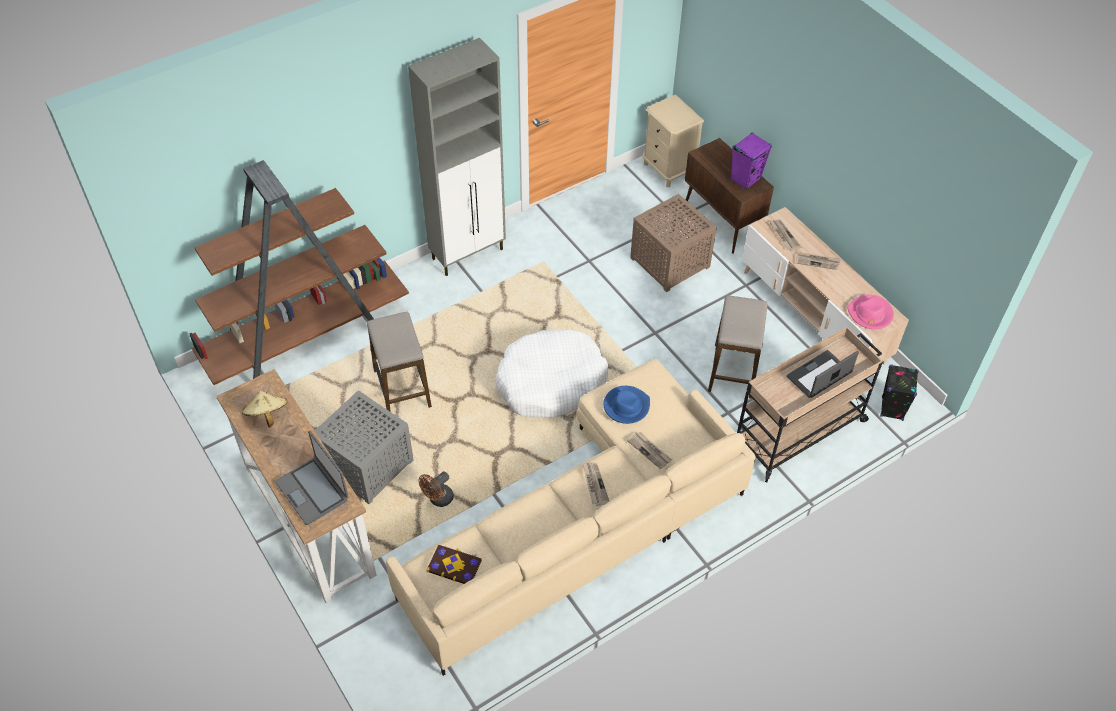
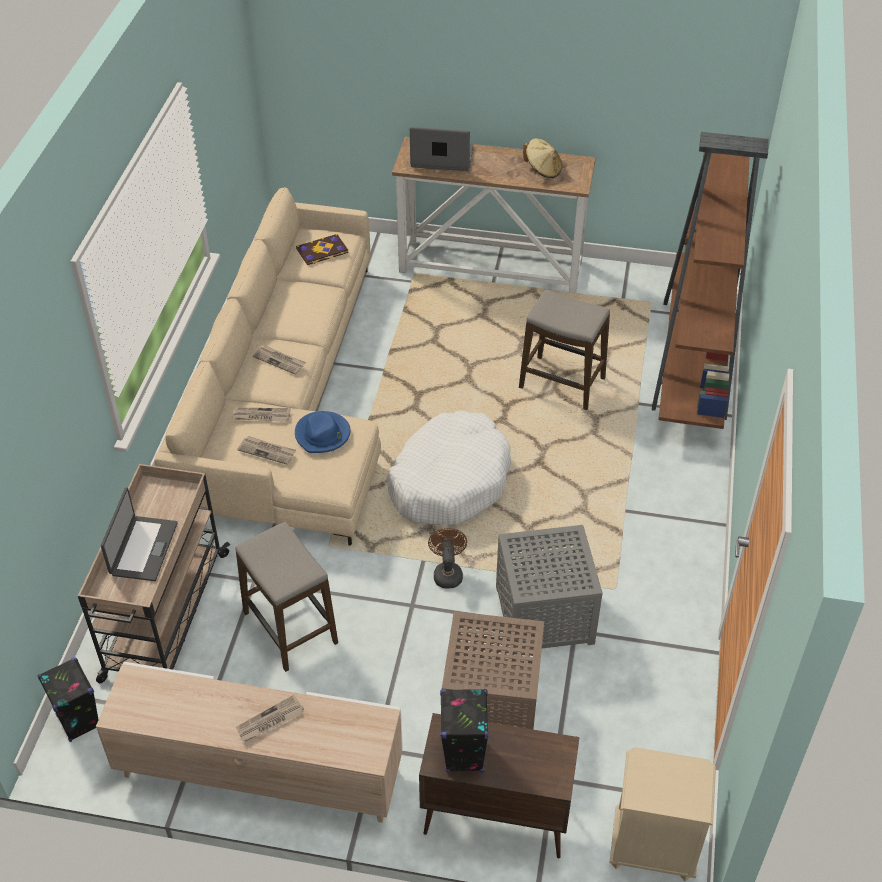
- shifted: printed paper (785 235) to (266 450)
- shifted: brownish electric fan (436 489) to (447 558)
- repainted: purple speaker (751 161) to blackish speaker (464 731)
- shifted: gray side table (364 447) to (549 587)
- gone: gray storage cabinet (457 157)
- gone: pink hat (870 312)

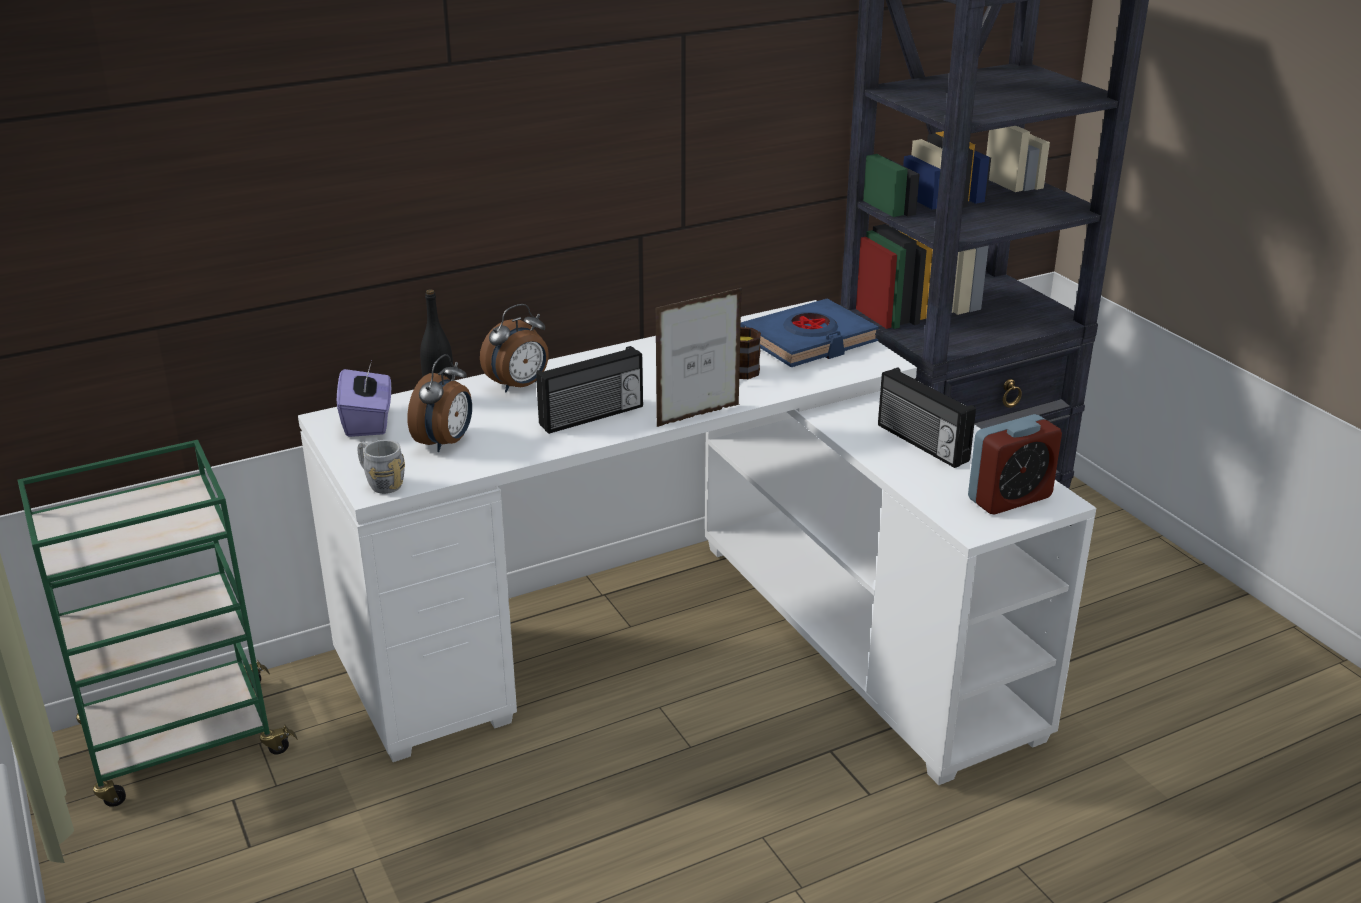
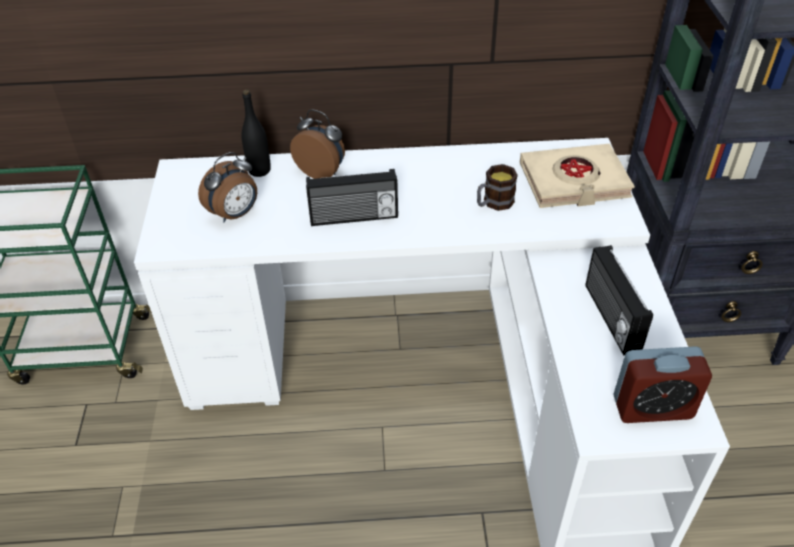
- rotated: table clock (514 348) = (317 144) 135 degrees counterclockwise
- repainted: bluish book (810 333) to beige book (577 176)
- gone: purple box of tissues (364 399)
- gone: gray coffee mug (381 467)
- gone: picture frame (699 357)

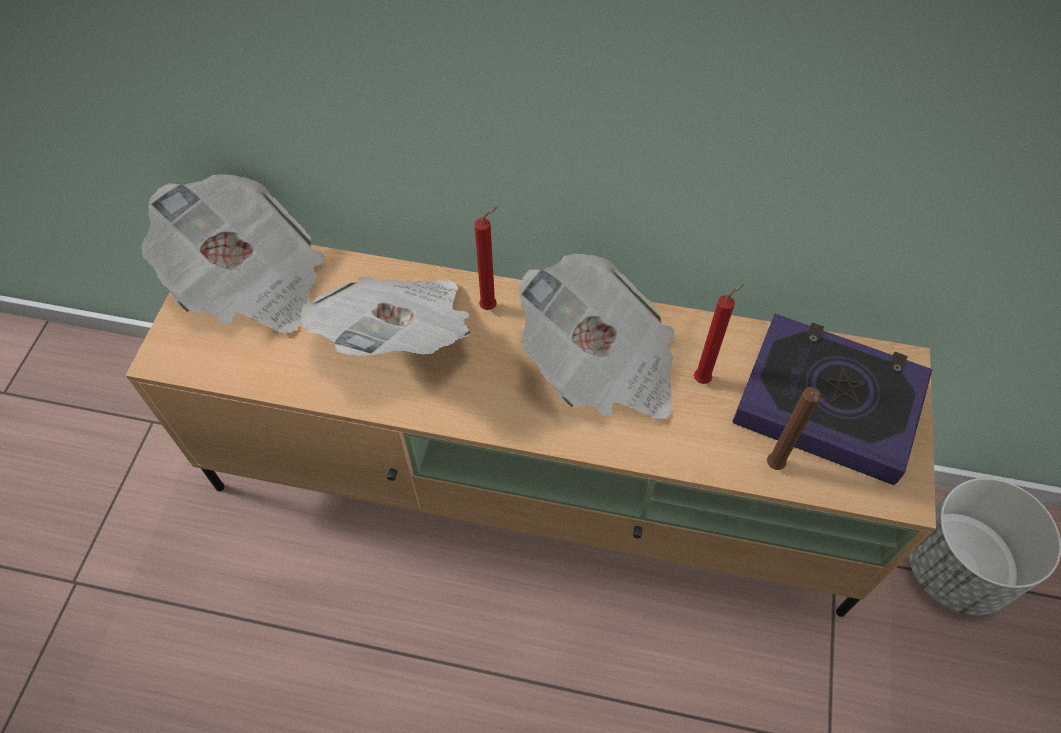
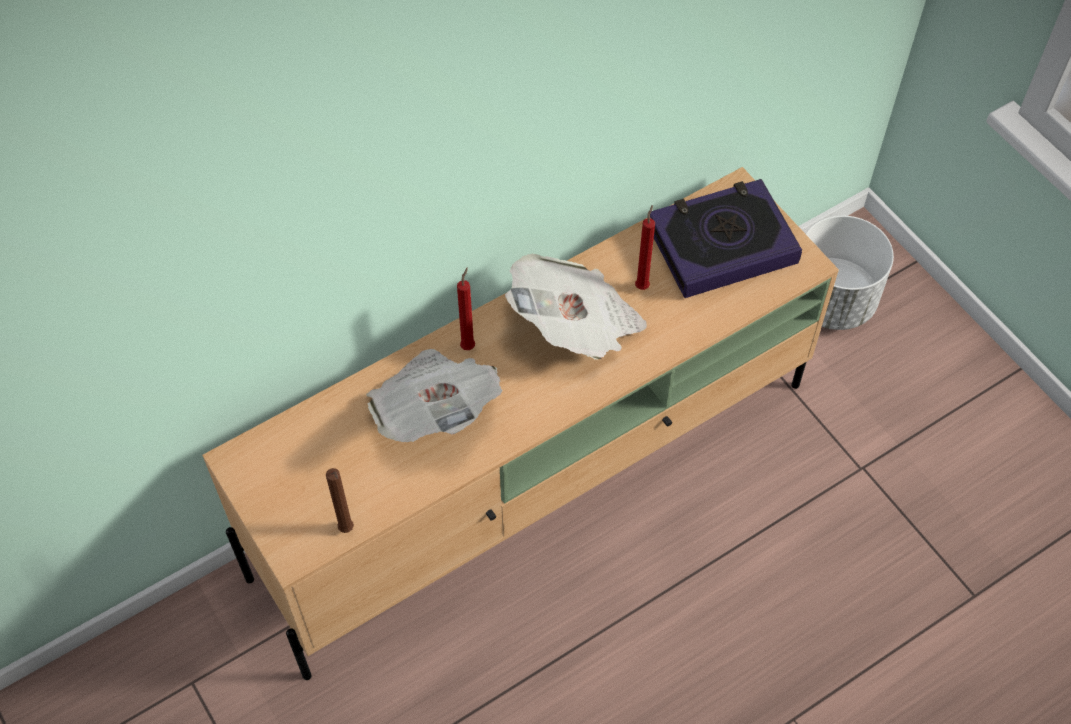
- shifted: brownish wax candle (794 428) to (340 500)
- gone: printed paper (232 253)

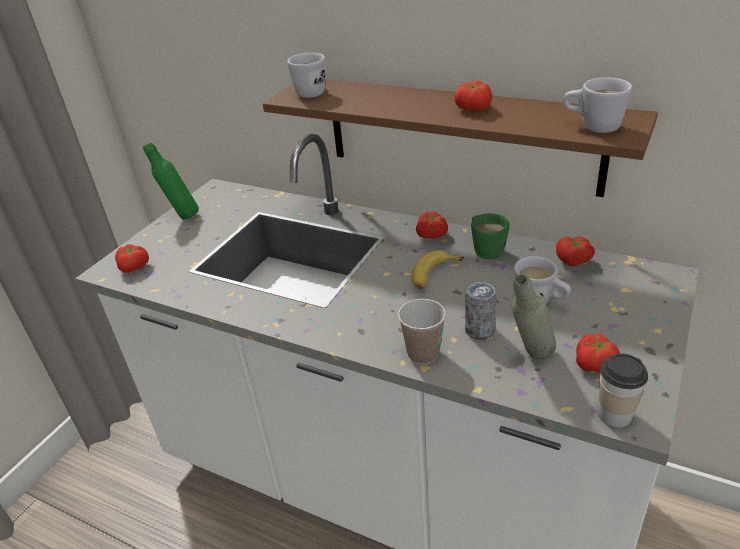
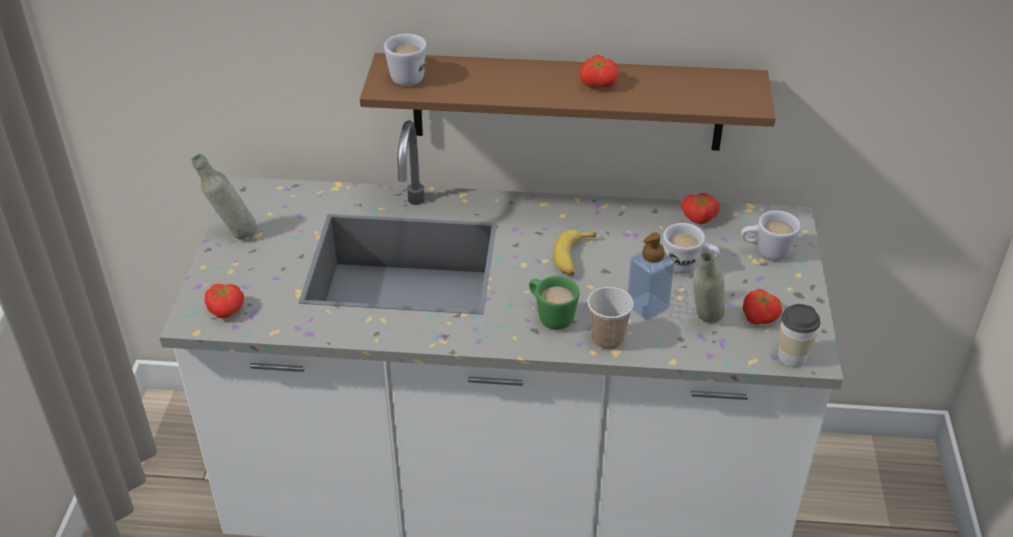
- repainted: green bottle (171 181) to gray bottle (224 196)
- shifted: green coffee mug (490 236) to (554 303)
- swapped: sealed can (481 311) to soap dispenser (651 276)
- shifted: white coffee mug (597 105) to (770 235)
- gone: whole tomato (432 224)

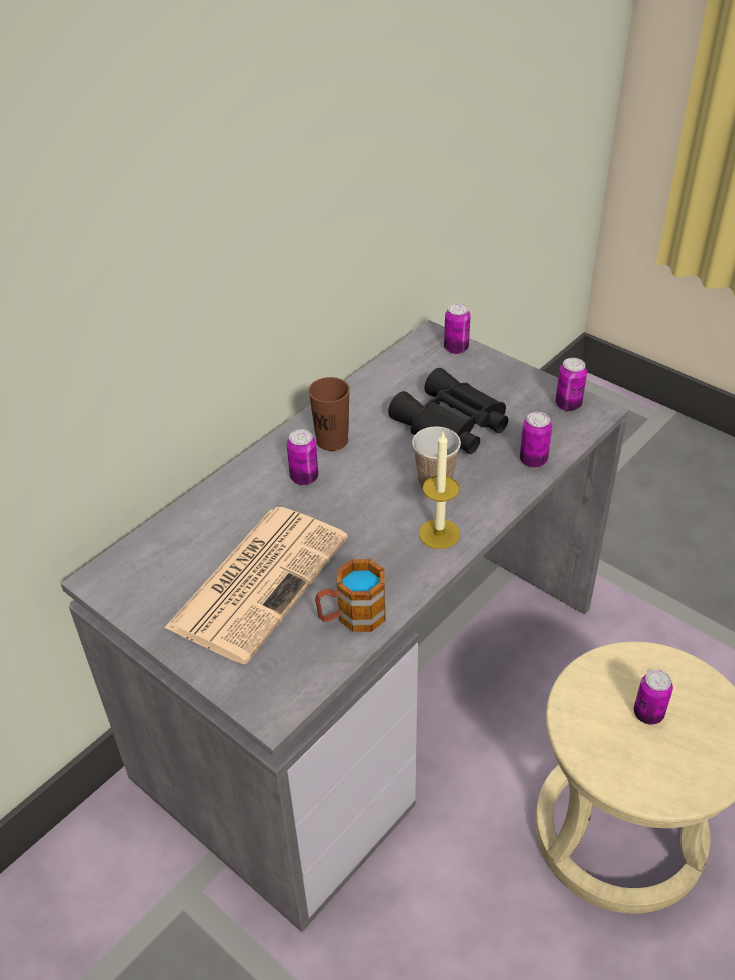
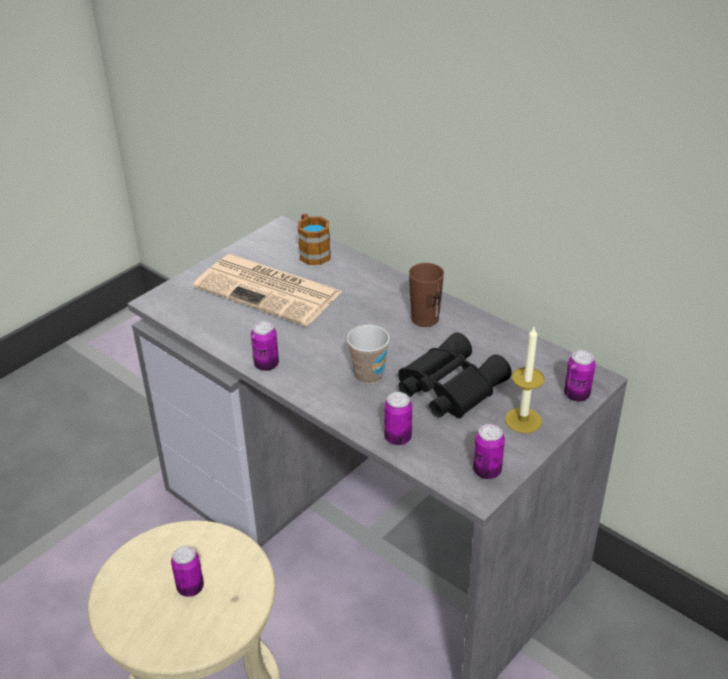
- shifted: sealed can (302 457) to (265 346)
- shifted: coffee mug (350 595) to (314 239)
- shifted: wax candle (439 491) to (525 380)

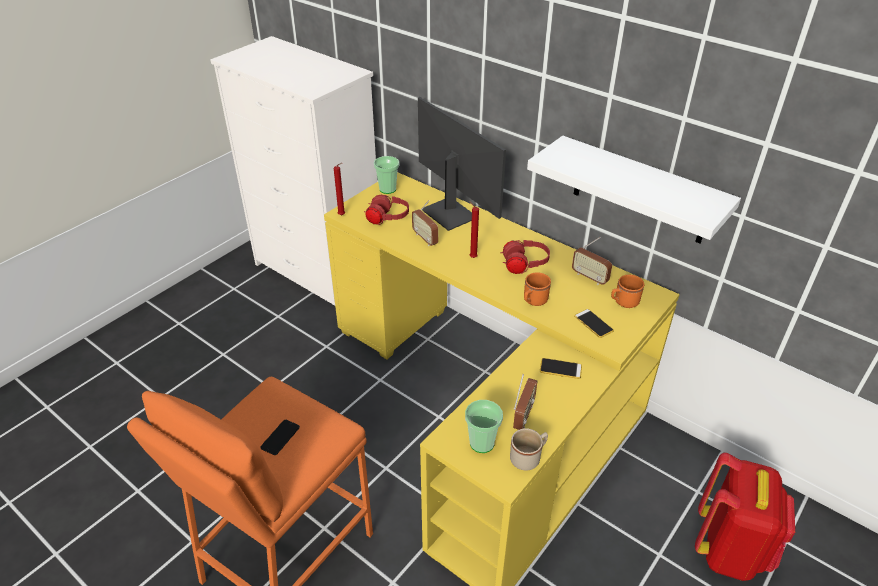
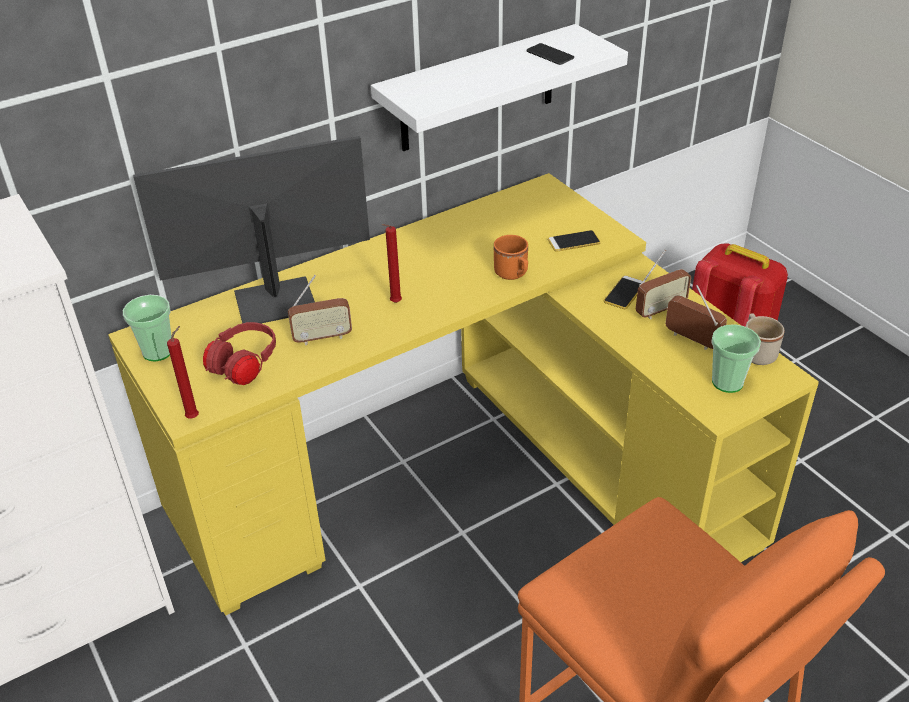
- shifted: handset (280 437) to (550 54)
- shifted: radio (592 261) to (663 284)
- gone: red headset (525 257)
- gone: orange-coloured coffee mug (627 291)

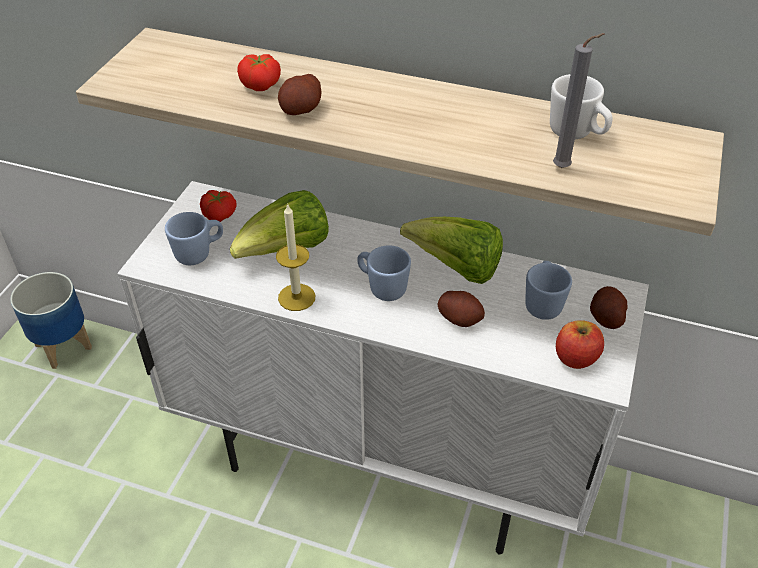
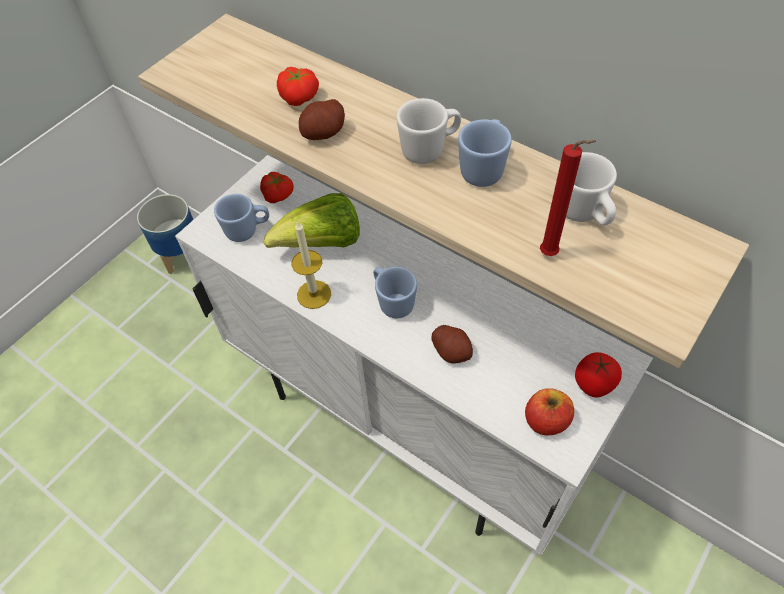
- new: white coffee mug (429 131)
- shifted: bluish coffee mug (548 290) to (485 153)
- repainted: gray wax candle (579 100) to red wax candle (568 198)
- swapped: spud (609 307) to whole tomato (598 374)
- gone: lettuce head (451 250)

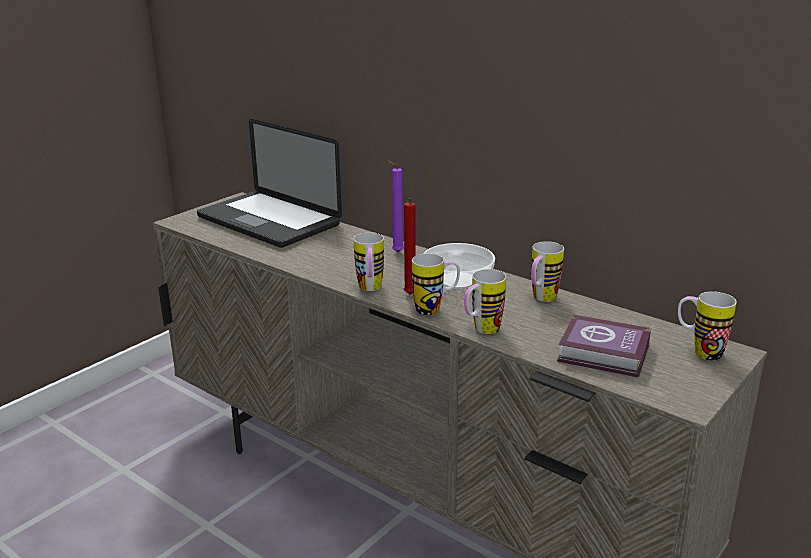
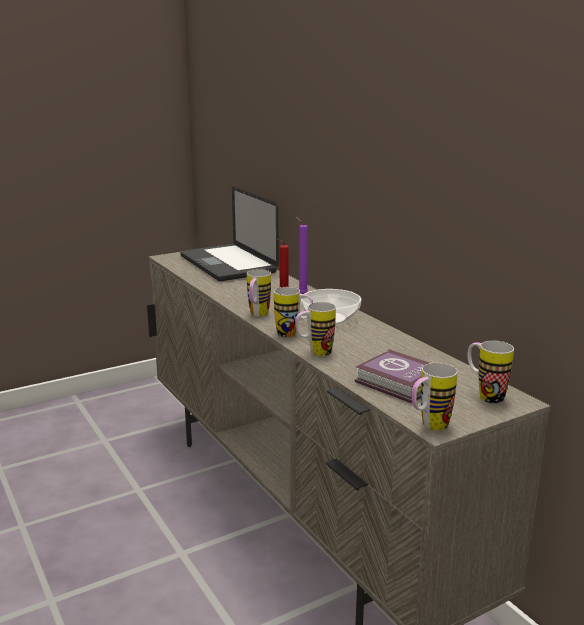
- shifted: coffee mug (547 271) to (435 396)

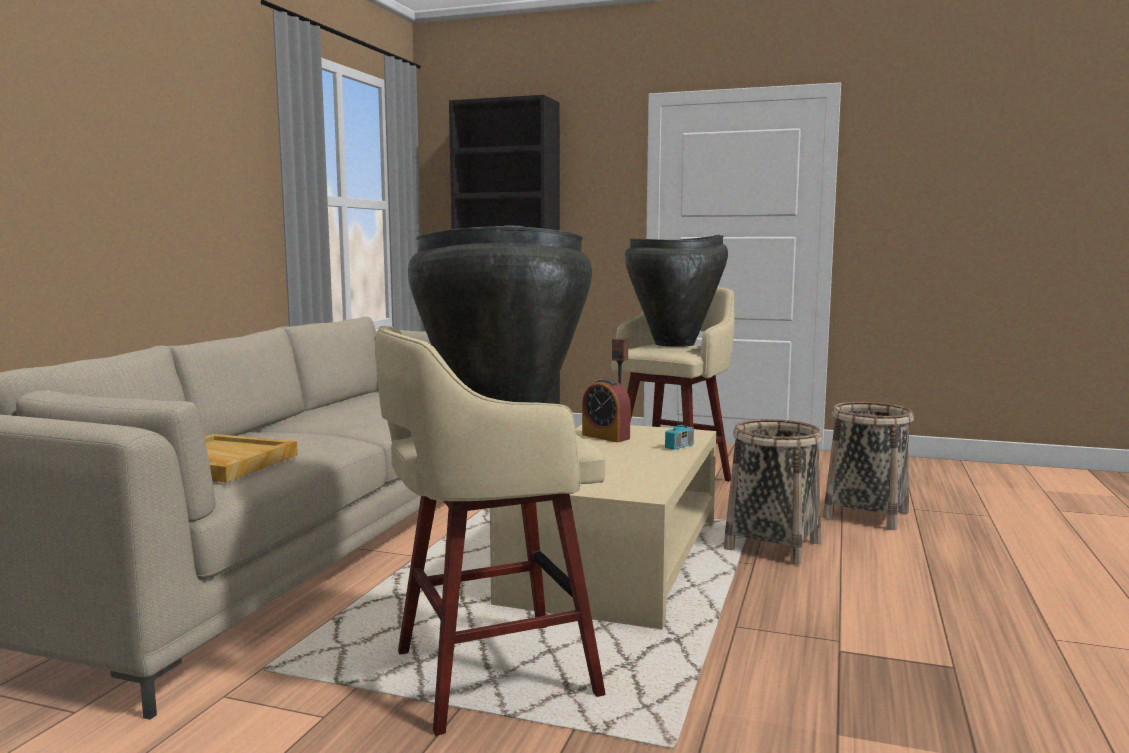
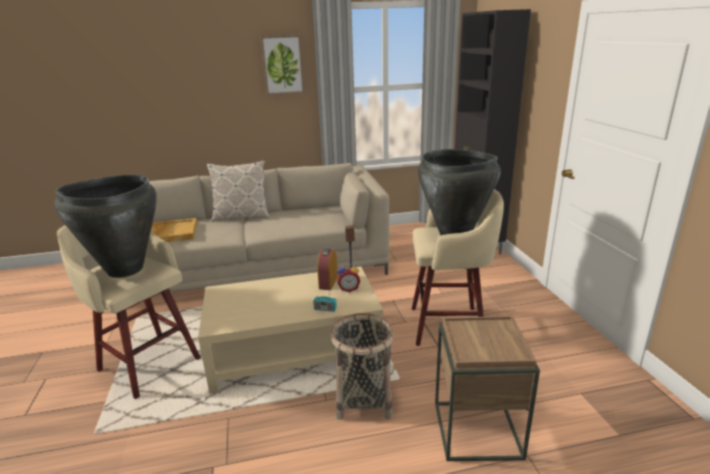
- new: pillow (238 191)
- new: wall picture (282 65)
- new: table clock (348 277)
- swapped: household basket (868 466) to brownish side table (487 388)

